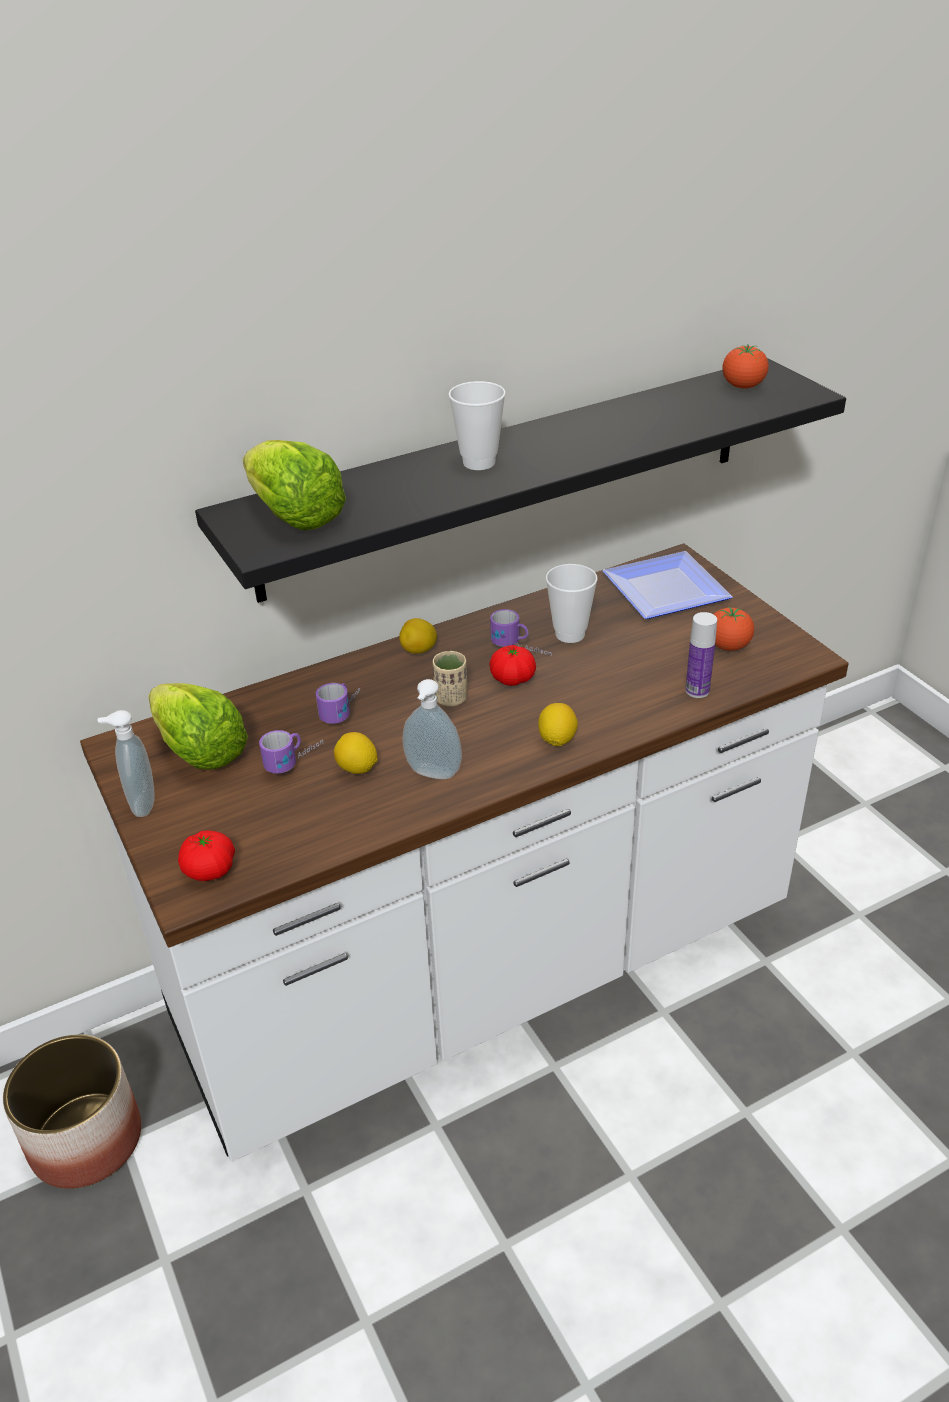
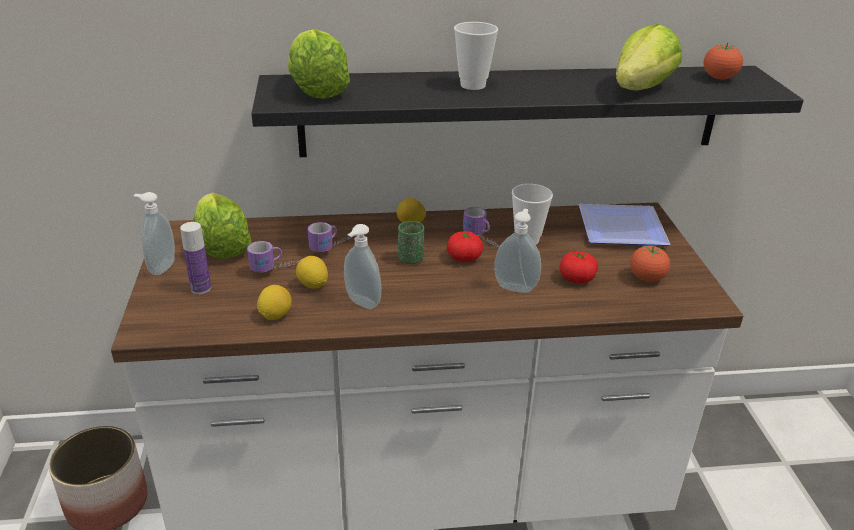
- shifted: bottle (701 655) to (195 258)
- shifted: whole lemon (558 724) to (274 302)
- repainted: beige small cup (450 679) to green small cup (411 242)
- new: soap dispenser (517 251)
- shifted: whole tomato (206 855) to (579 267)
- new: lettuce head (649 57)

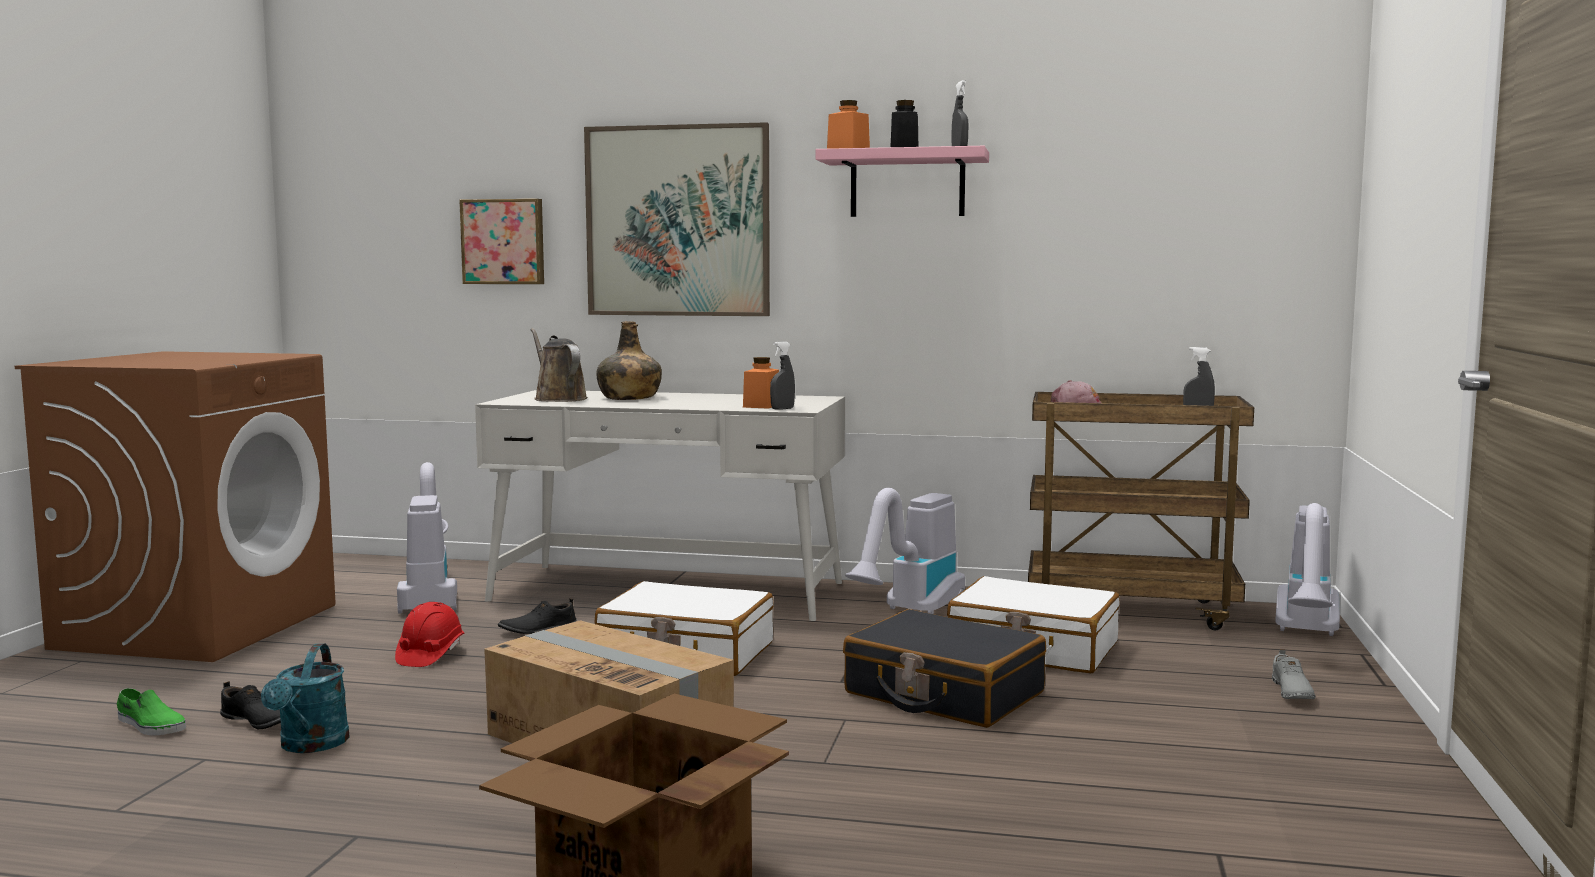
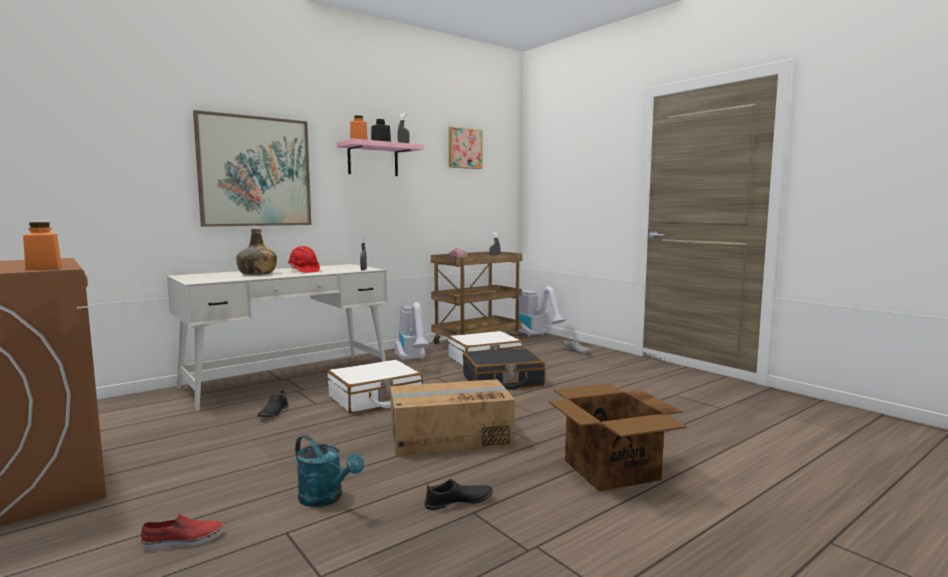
- shifted: orange-coloured preserve jar (761 383) to (42 246)
- repainted: green shoe (151 711) to red shoe (183 532)
- shifted: red hard hat (429 634) to (304 259)
- shifted: blackish shoe (250 705) to (458 494)
- shifted: wall picture (501 241) to (465 147)
- gone: vacuum (427 538)
- gone: brownish sprinkling can (559 365)

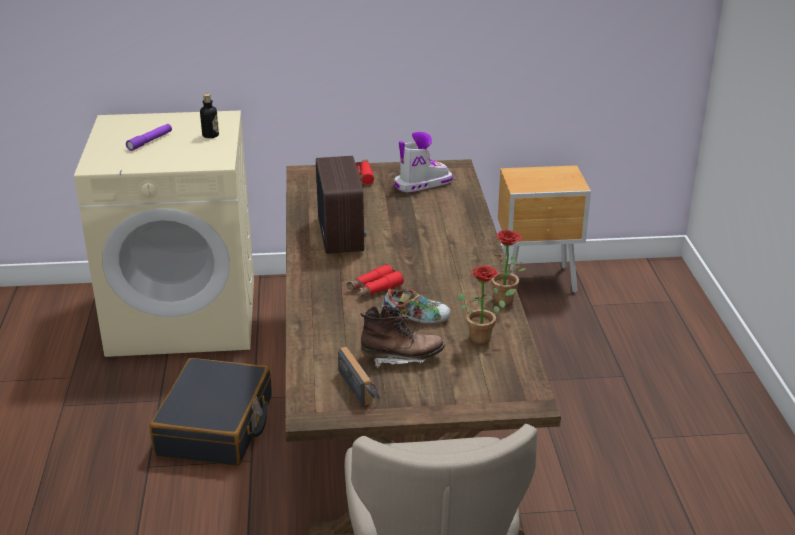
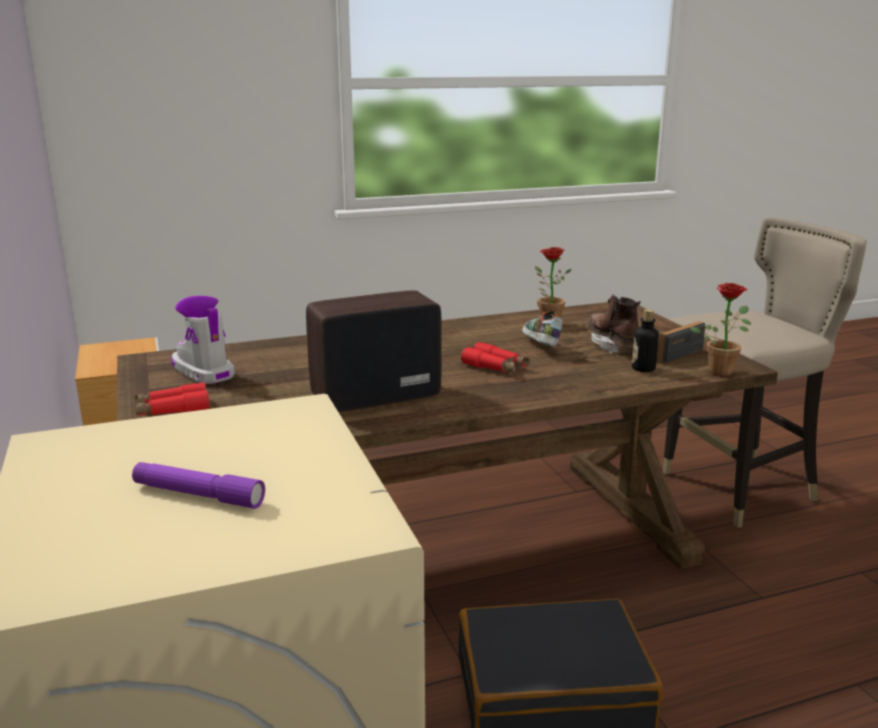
- shifted: bottle (209 116) to (645 340)
- shifted: houseplant (508 267) to (720 330)

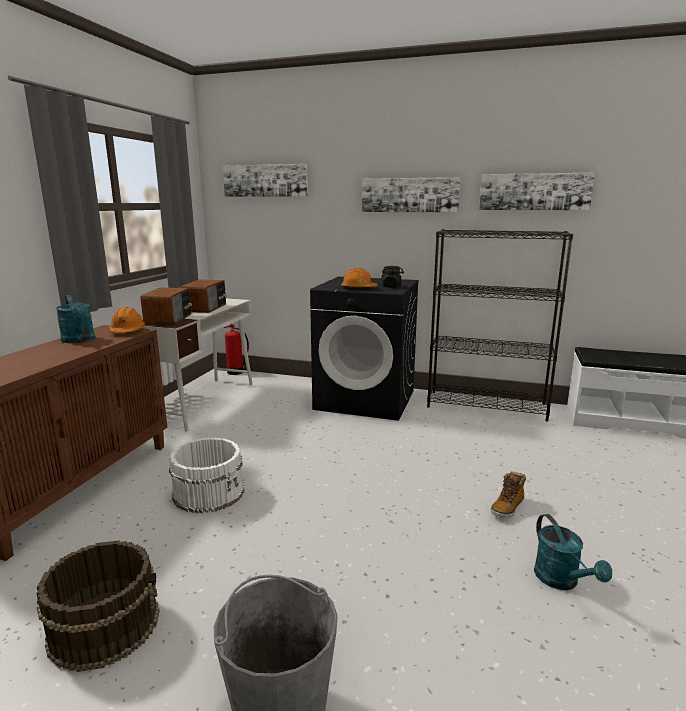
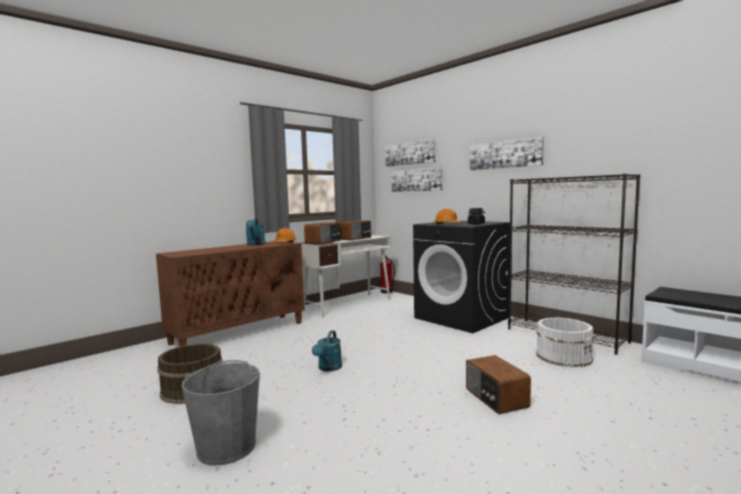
- shifted: turquoise-coloured sprinkling can (573 552) to (327 351)
- shifted: wall picture (537 191) to (416 179)
- swapped: high-top boot (508 494) to radio (498 384)
- shifted: white pail (206 475) to (565 342)

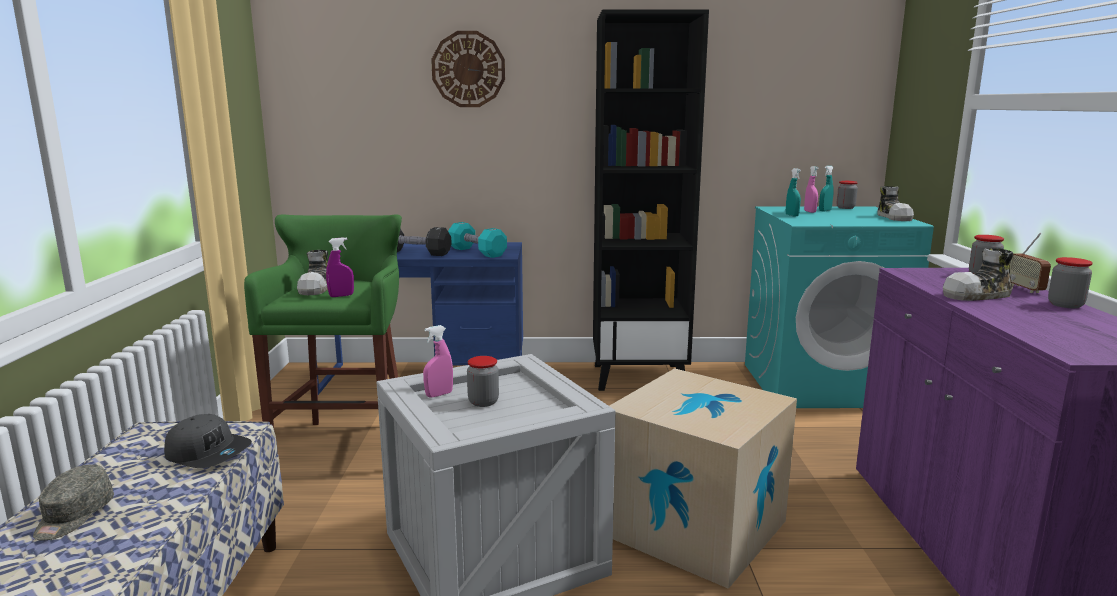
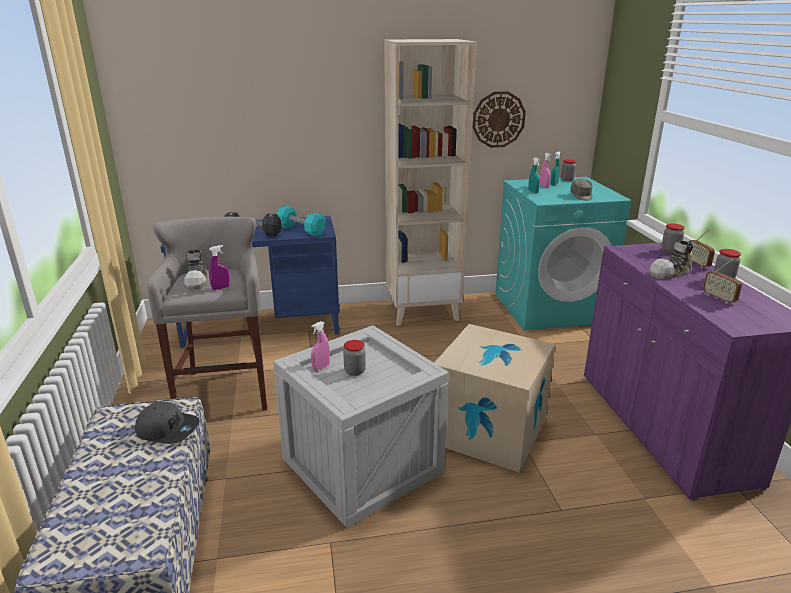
- repainted: green sitting stool (323 321) to gray sitting stool (207 314)
- repainted: blackish shelving unit (651 200) to beige shelving unit (430 182)
- shifted: wall clock (468 69) to (499 119)
- shifted: gray peaked cap (73 502) to (581 189)
- new: radio (722 281)
- gone: shoe (896 203)

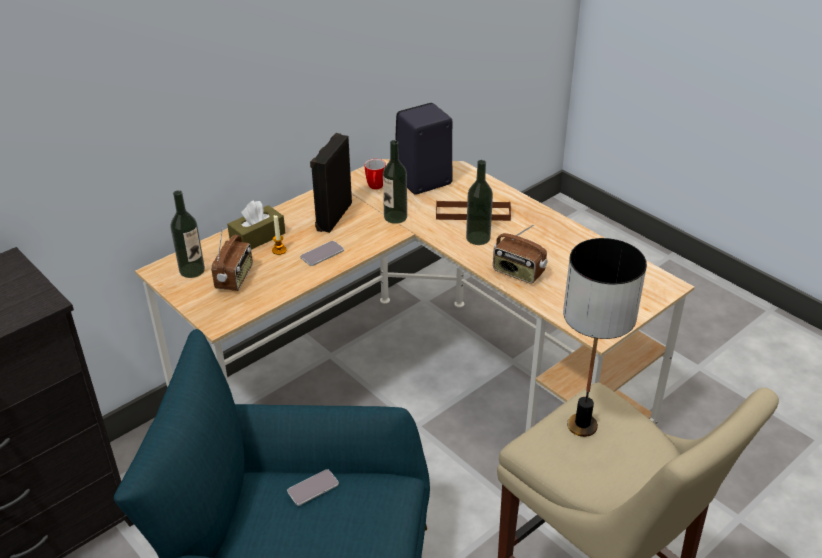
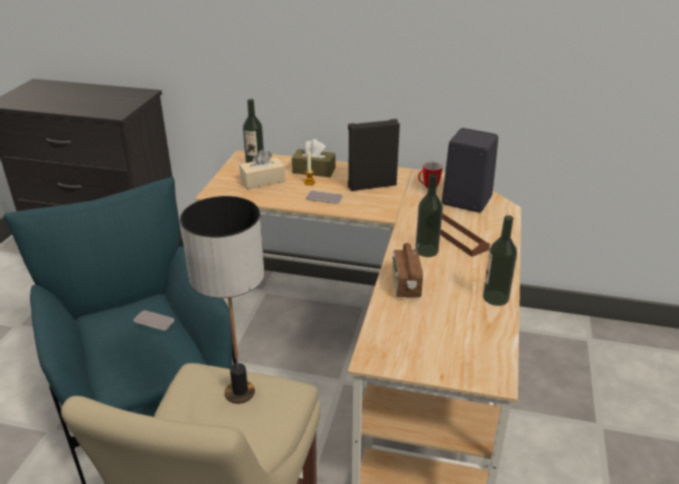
- swapped: radio (232 258) to beige box of tissues (262 169)
- shifted: bottle (395 182) to (500 260)

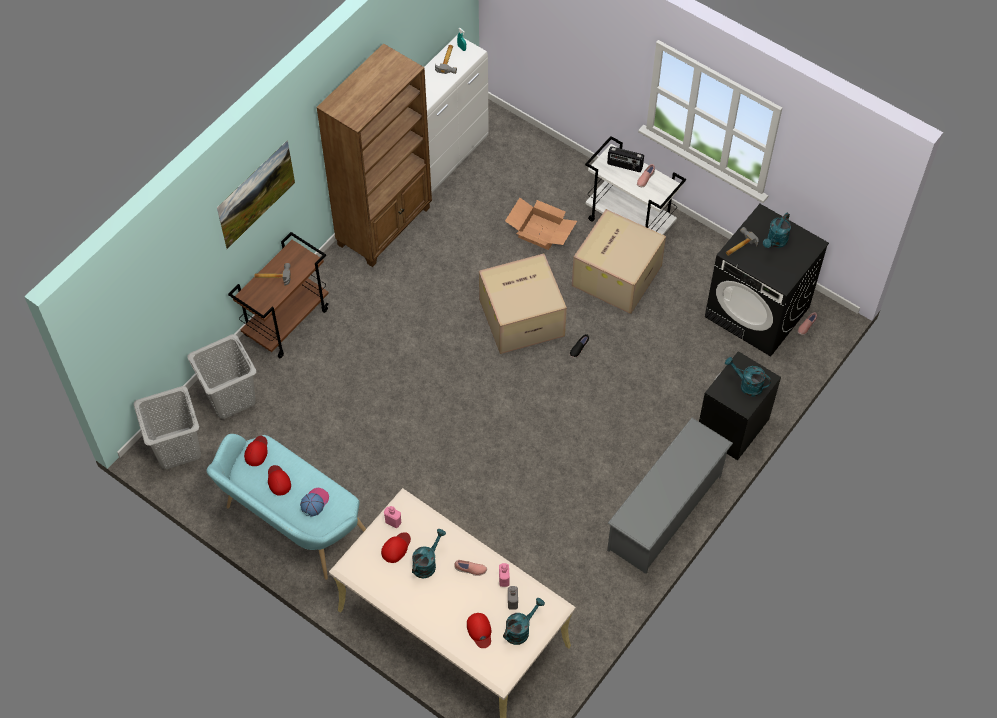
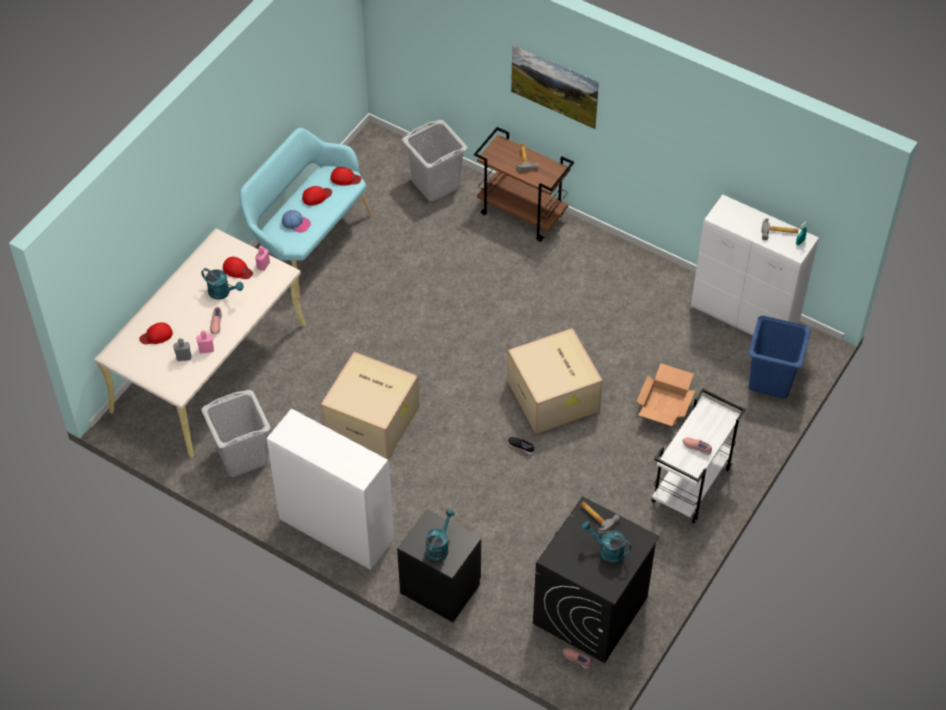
- shifted: gray hamper (167 427) to (235 433)
- swapped: gray shoe stand (670 496) to white storage cabinet (330 489)
- shifted: packing box (619 261) to (370 405)
- new: bluish hamper (780 357)
- gone: brownish shelving unit (374 155)
- gone: turquoise-coloured sprinkling can (524 621)
- gone: radio (625 159)

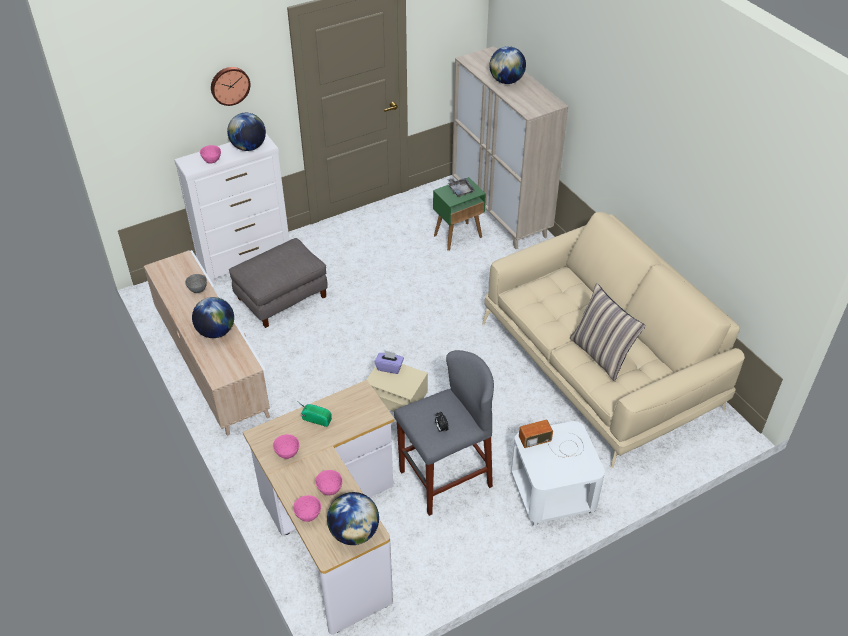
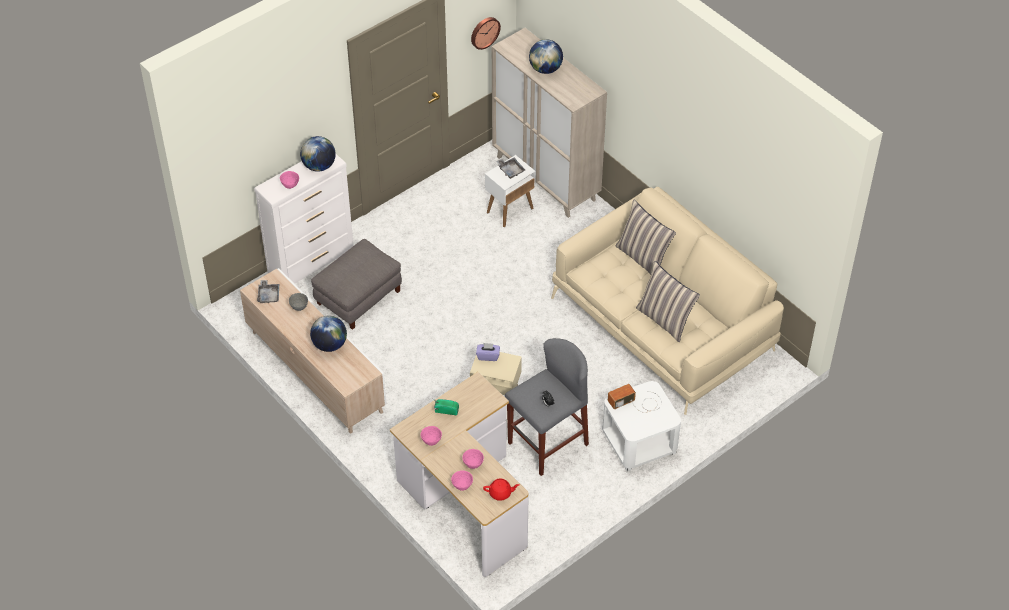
- new: gray carrying tray (268 291)
- shifted: wall clock (230 86) to (486 33)
- swapped: world globe (353 518) to red teapot (501 490)
- repainted: green side table (459 214) to white side table (510 191)
- new: pillow (646 237)

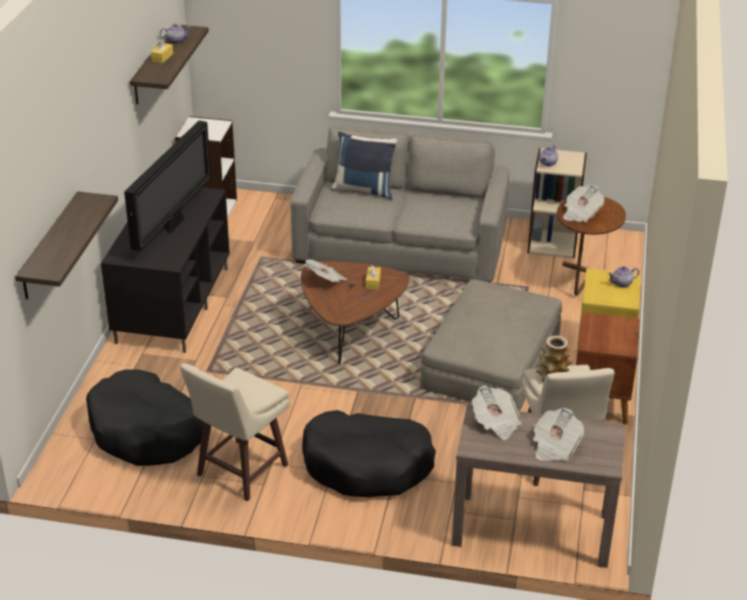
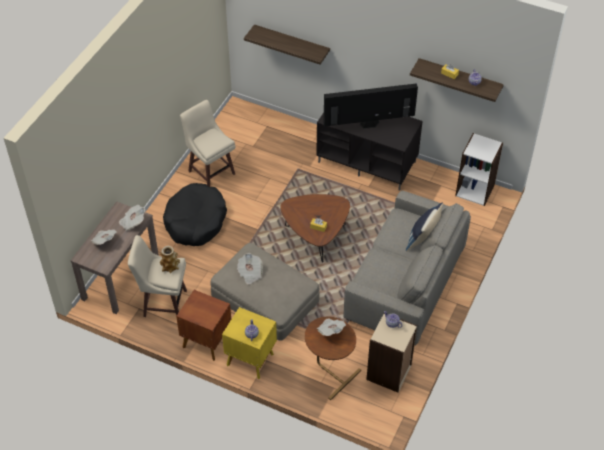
- shifted: printed paper (325 270) to (250 269)
- rotated: television (167 185) = (370 106) 135 degrees clockwise
- gone: blackish dog cushion (144 417)

